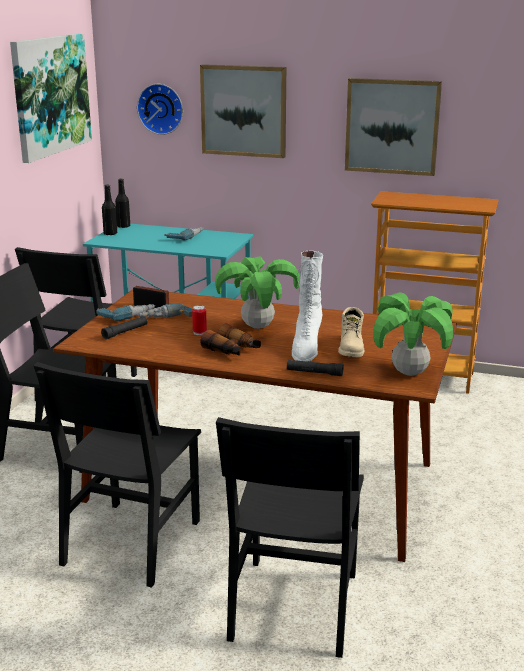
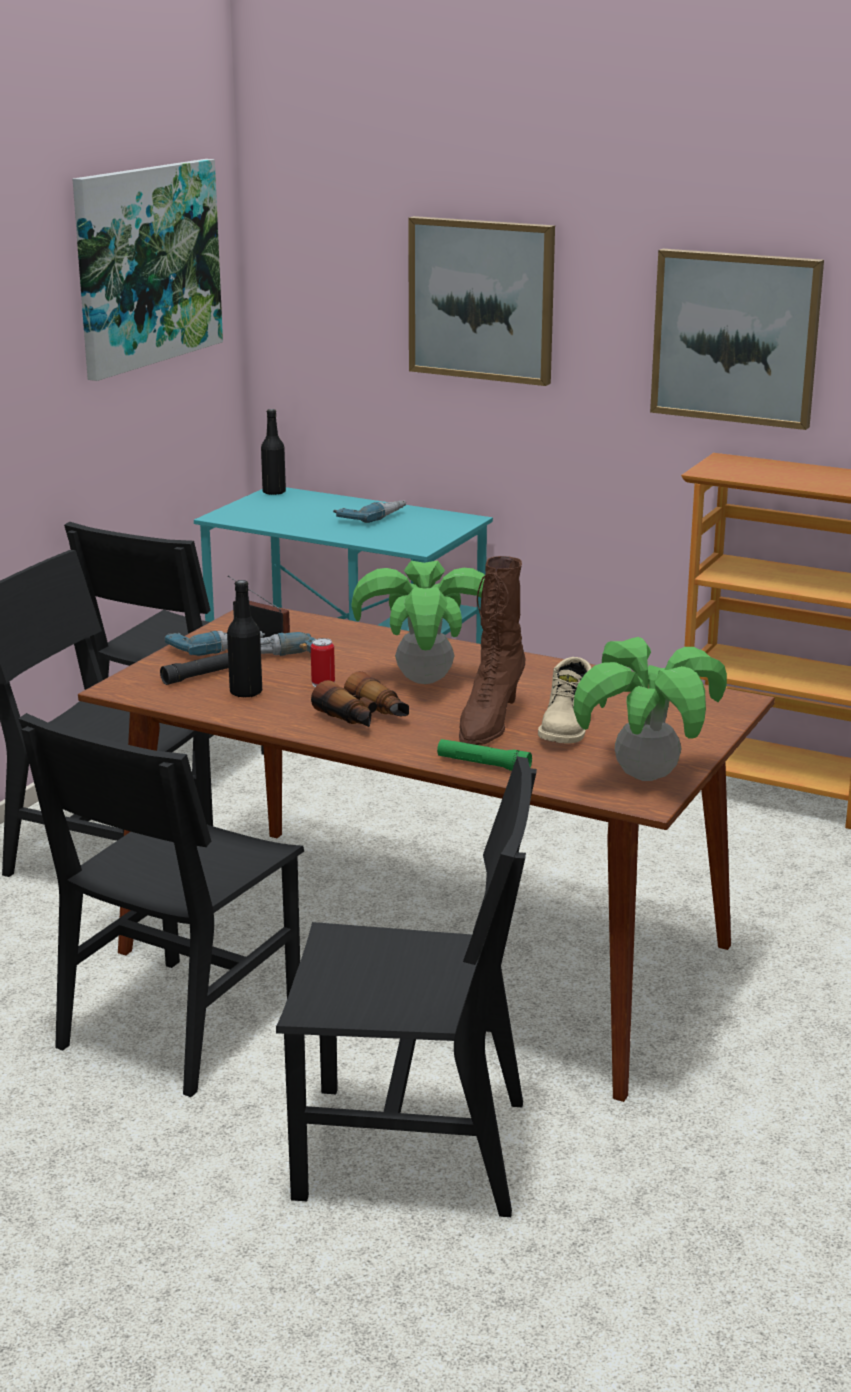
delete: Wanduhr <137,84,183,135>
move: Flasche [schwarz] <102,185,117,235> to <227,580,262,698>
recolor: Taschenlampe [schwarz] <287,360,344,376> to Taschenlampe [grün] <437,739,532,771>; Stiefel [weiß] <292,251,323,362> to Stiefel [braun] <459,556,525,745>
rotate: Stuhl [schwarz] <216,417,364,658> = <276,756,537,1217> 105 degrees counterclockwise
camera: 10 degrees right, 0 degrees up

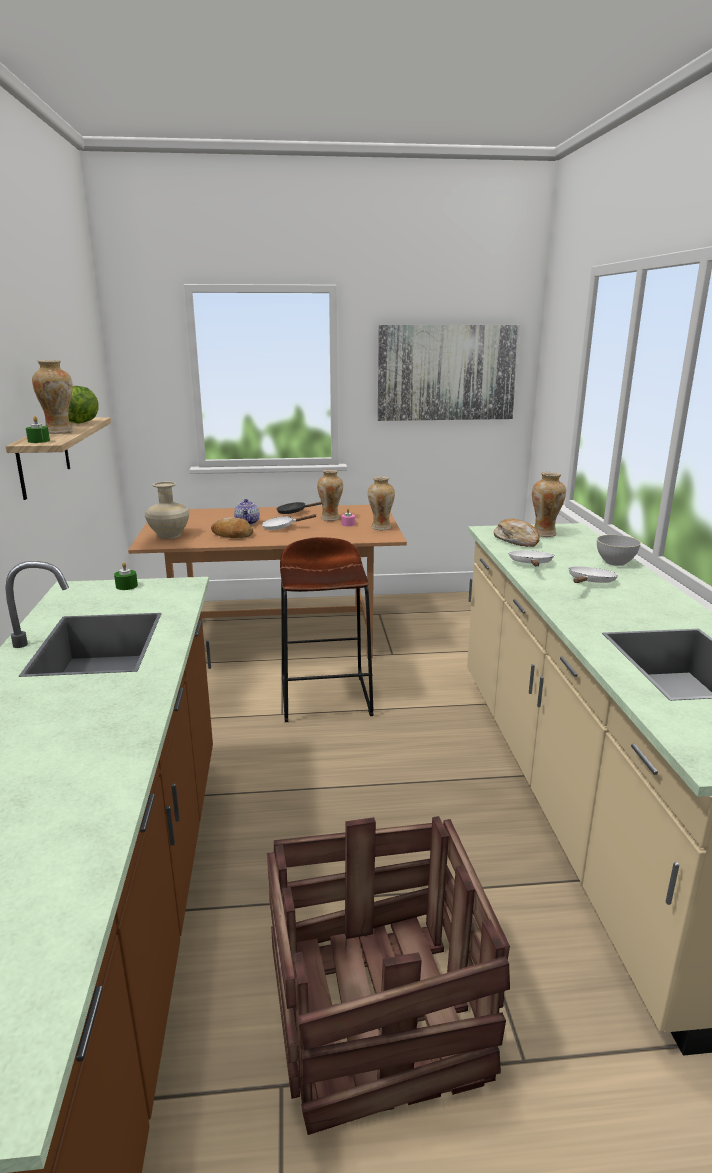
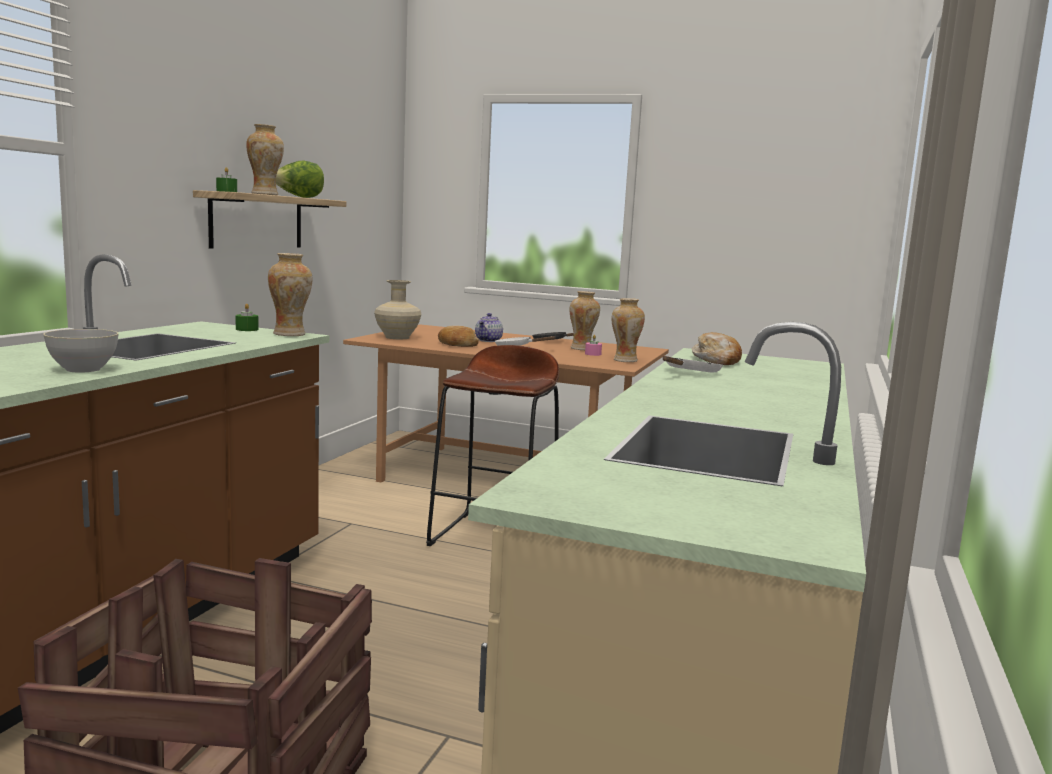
delete: Bild <378,325,520,421>; Pfanne [weiß] <569,566,618,583>
move: Vase <532,472,566,537> to <268,253,312,336>; Schüssel [grau] <597,535,641,566> to <43,329,119,373>
camera: 25 degrees right, 10 degrees down

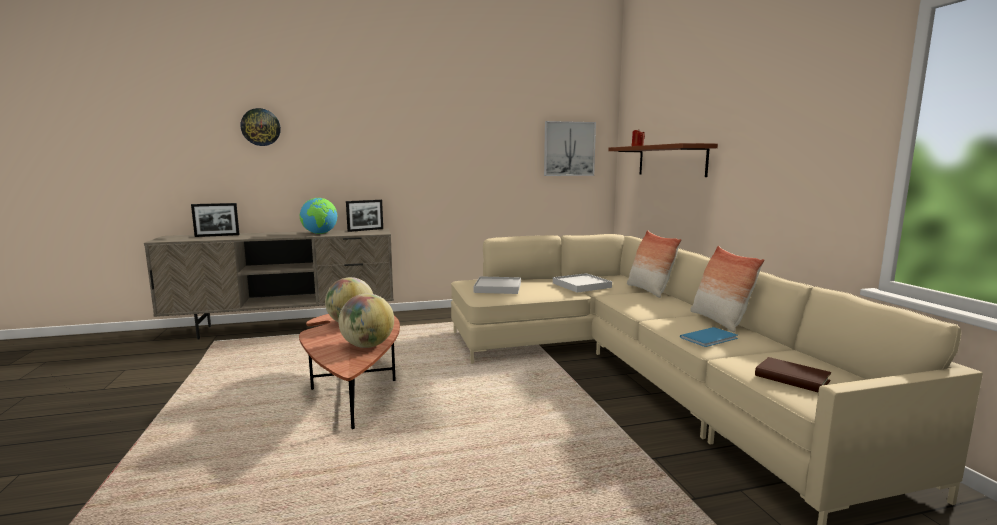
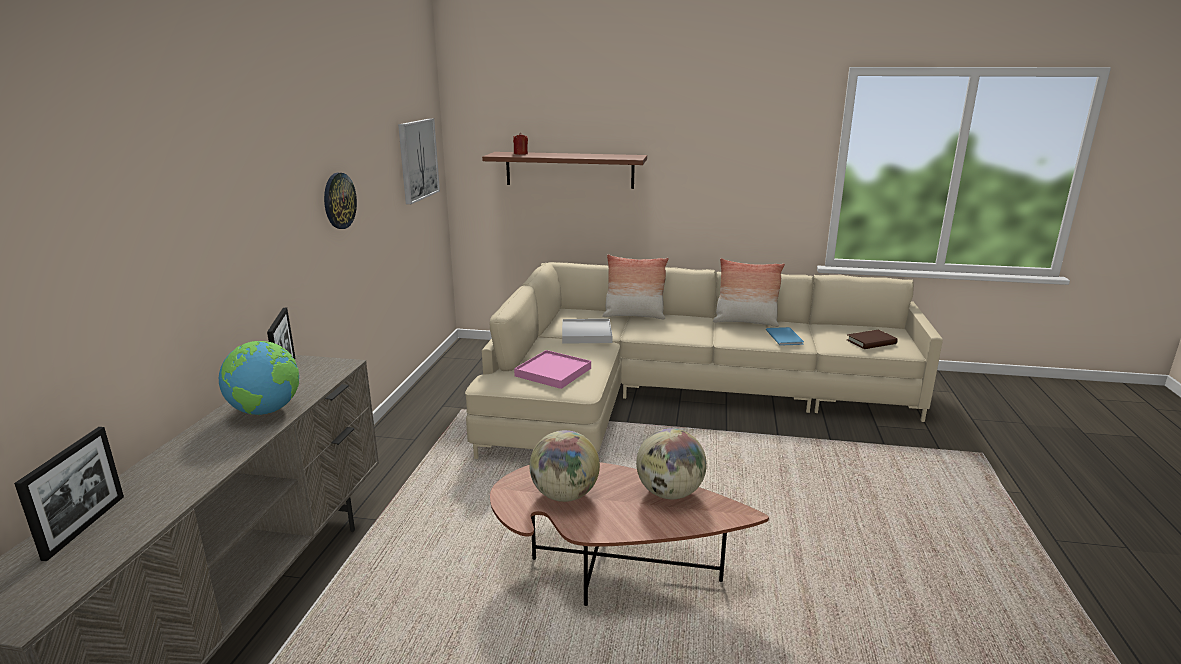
move: Wanduhr <241,108,281,146> to <324,173,357,229>
recolor: Tablett [weiß] <474,276,521,294> to Tablett [rosa] <514,350,591,389>
camera: 65 degrees left, 10 degrees up

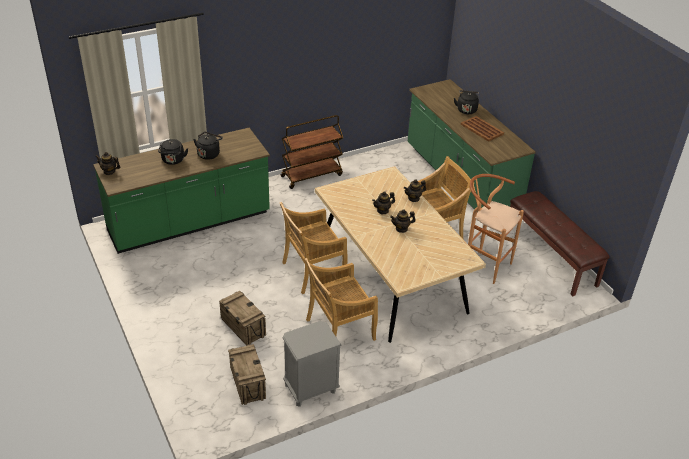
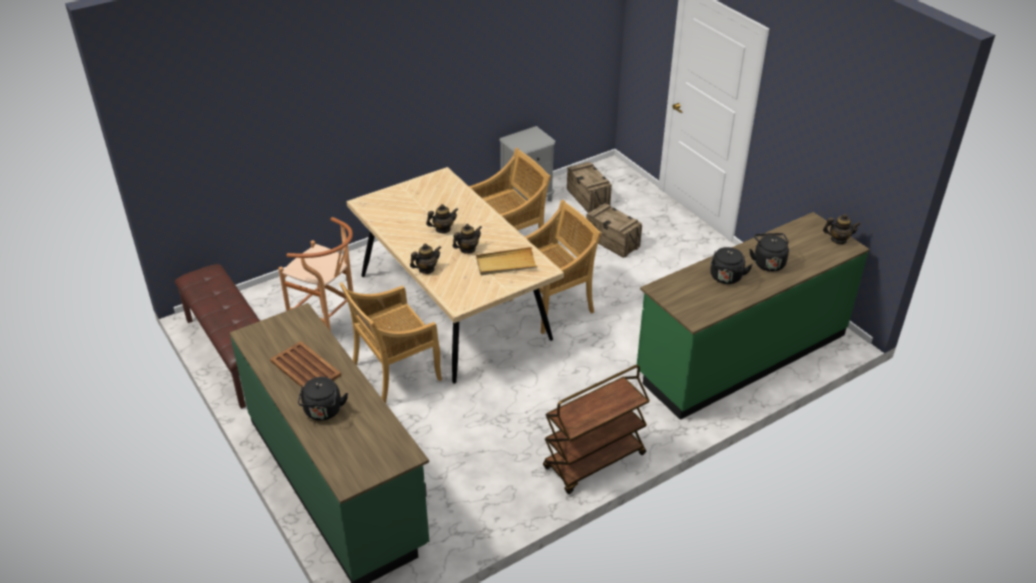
insert: Tablett [beige] <476,247,538,275>
camera: 175 degrees right, 0 degrees up

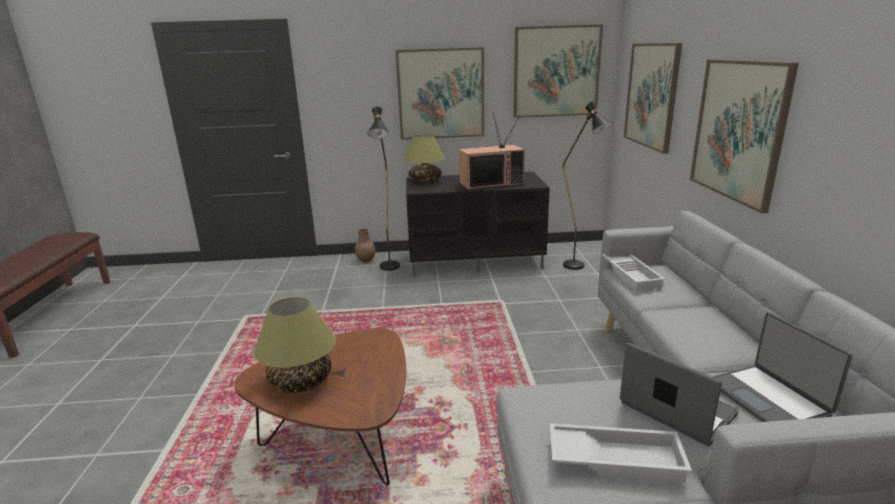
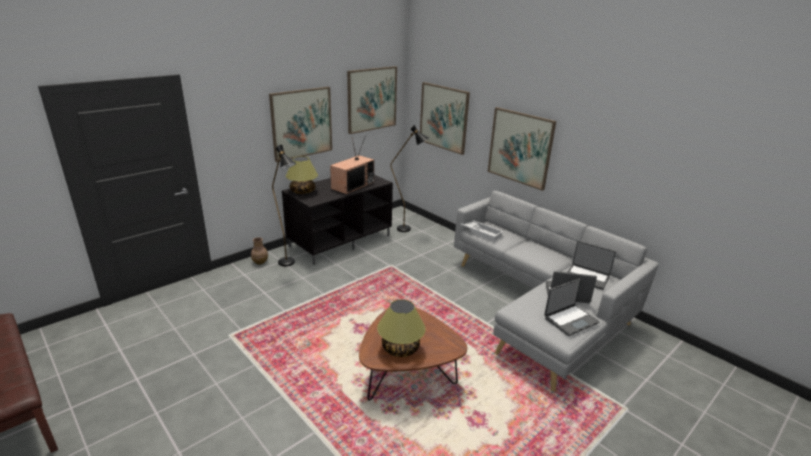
replace: Tablett [weiß] <550,423,692,483> to Laptop <544,278,600,336>
camera: 40 degrees left, 5 degrees up

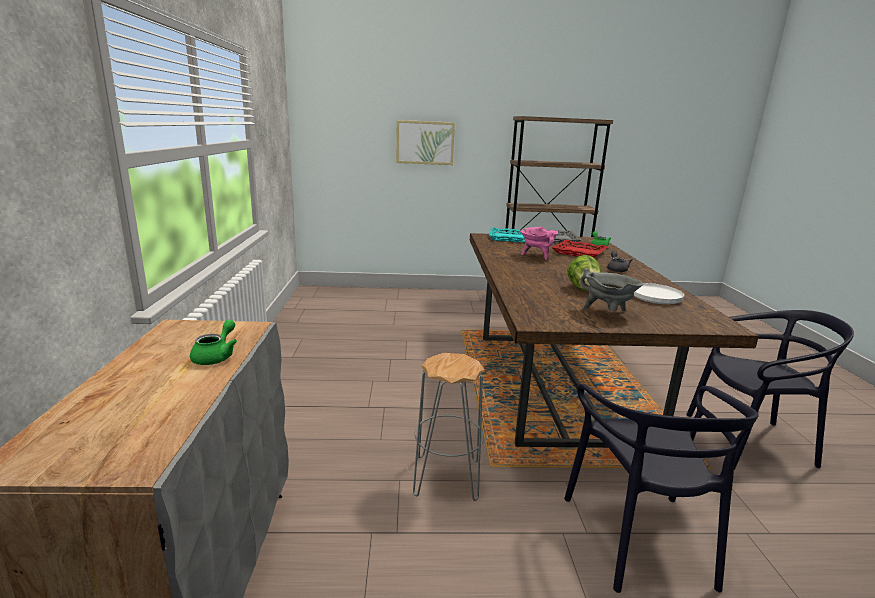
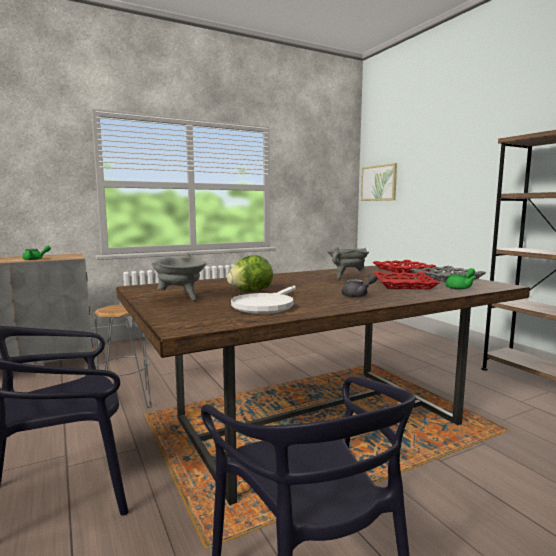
move: Bild <396,120,455,165> to <361,163,397,201>
recolor: Tablett [türkis] <489,227,525,243> to Tablett [rot] <373,260,436,273>; Kochtopf [rosa] <520,227,558,261> to Kochtopf [grau] <327,247,369,281>
camera: 65 degrees right, 10 degrees down

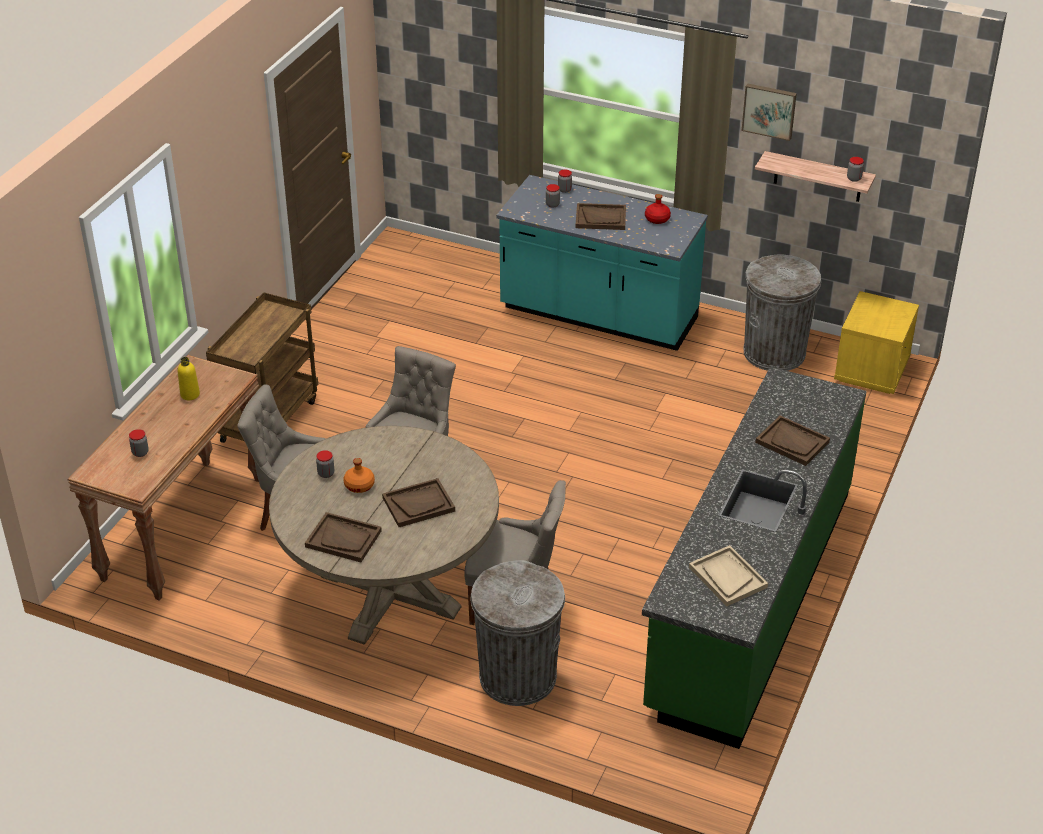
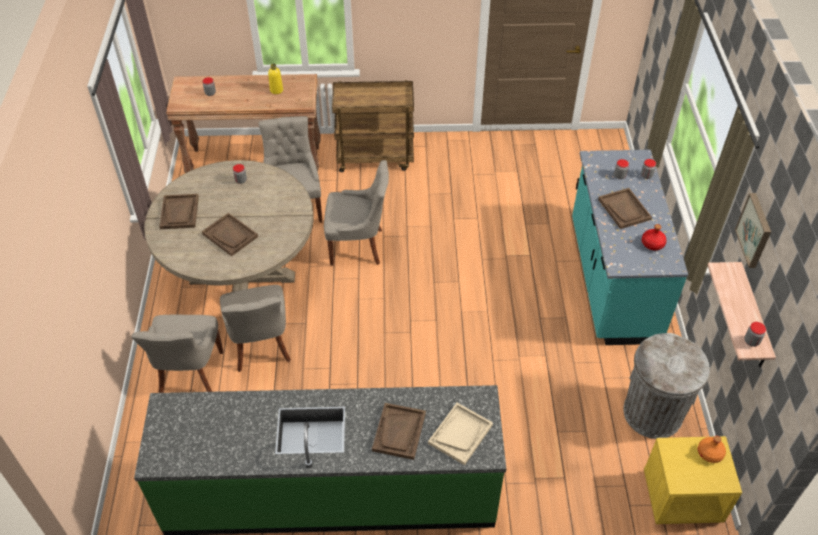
move: Flasche [orange] <343,458,375,493> to <698,436,726,463>; Tablett [beige] <689,545,768,606> to <428,403,493,465>
replace: Mülleimer [grau] <470,560,565,706> to Stuhl [grau] <131,315,224,393>
camera: 65 degrees right, 10 degrees up

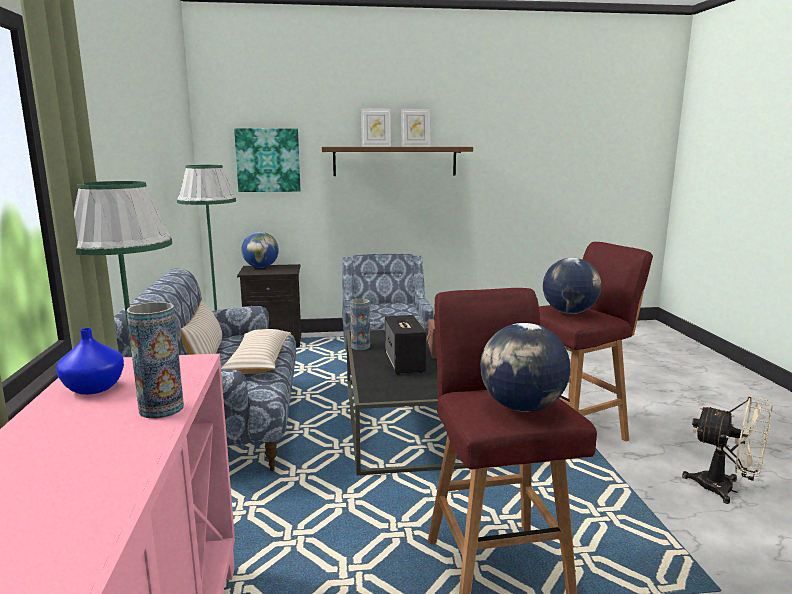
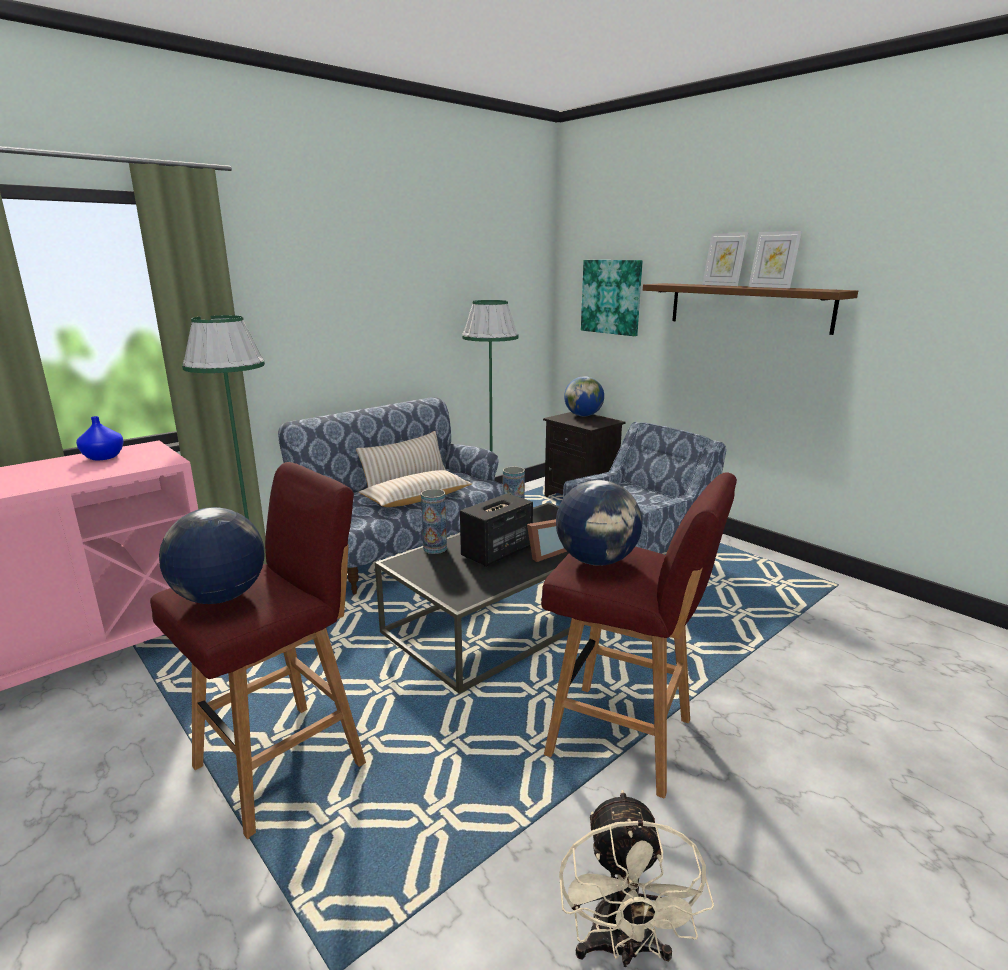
move: Vase <126,302,184,419> to <421,489,447,554>
camera: 55 degrees right, 5 degrees up

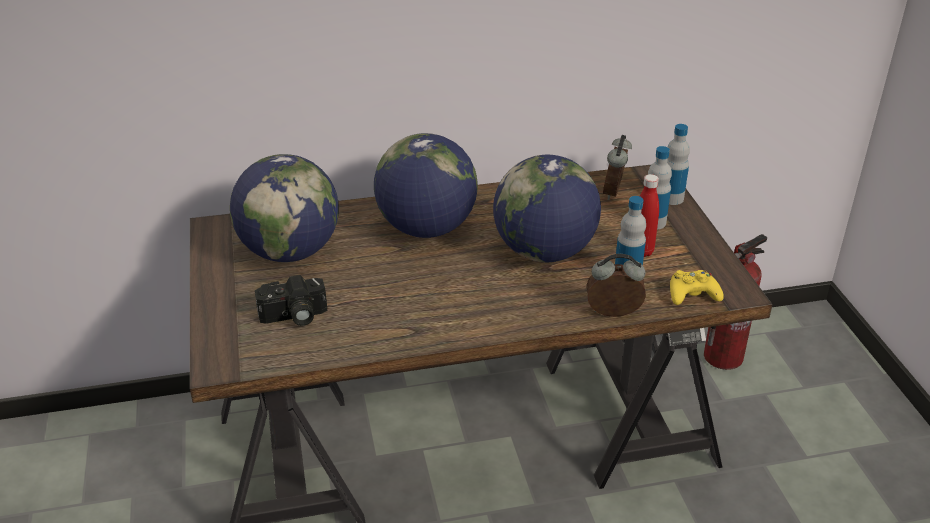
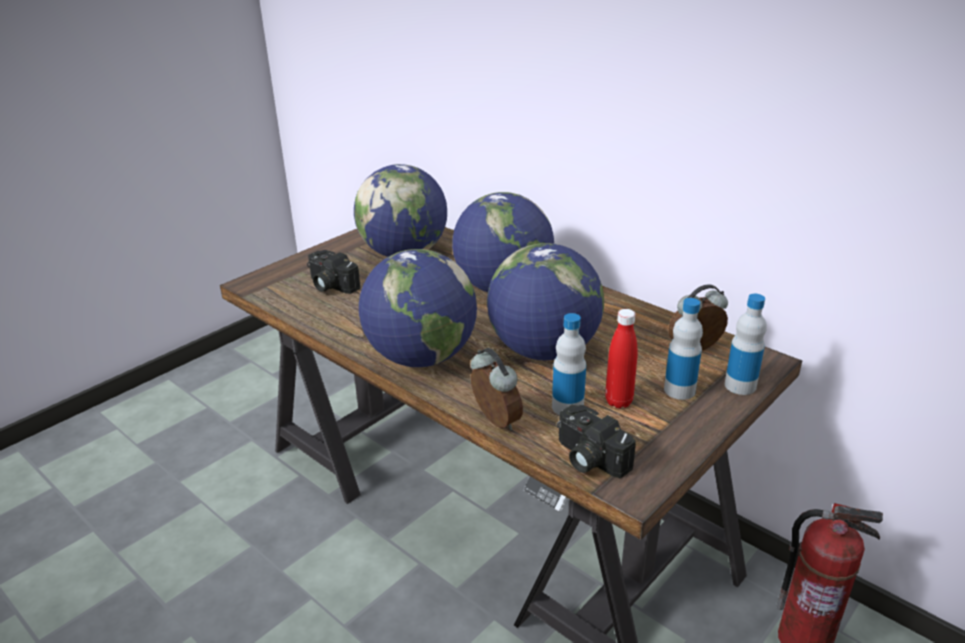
insert: Globus <359,249,477,367>
replace: Gamepad [gelb] <670,270,724,305> to Kamera <557,405,636,478>
camera: 55 degrees right, 5 degrees down

